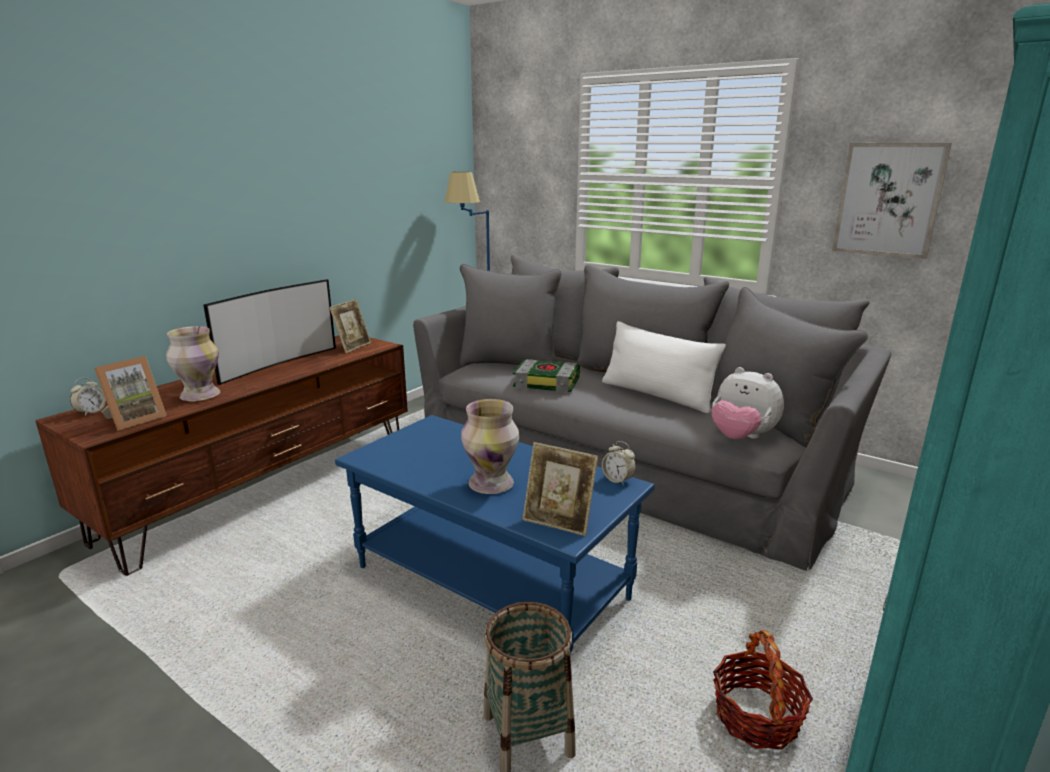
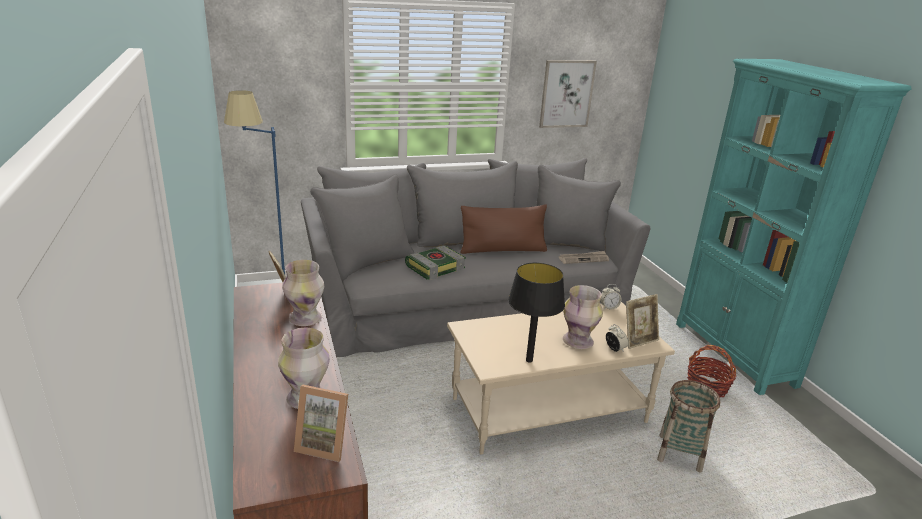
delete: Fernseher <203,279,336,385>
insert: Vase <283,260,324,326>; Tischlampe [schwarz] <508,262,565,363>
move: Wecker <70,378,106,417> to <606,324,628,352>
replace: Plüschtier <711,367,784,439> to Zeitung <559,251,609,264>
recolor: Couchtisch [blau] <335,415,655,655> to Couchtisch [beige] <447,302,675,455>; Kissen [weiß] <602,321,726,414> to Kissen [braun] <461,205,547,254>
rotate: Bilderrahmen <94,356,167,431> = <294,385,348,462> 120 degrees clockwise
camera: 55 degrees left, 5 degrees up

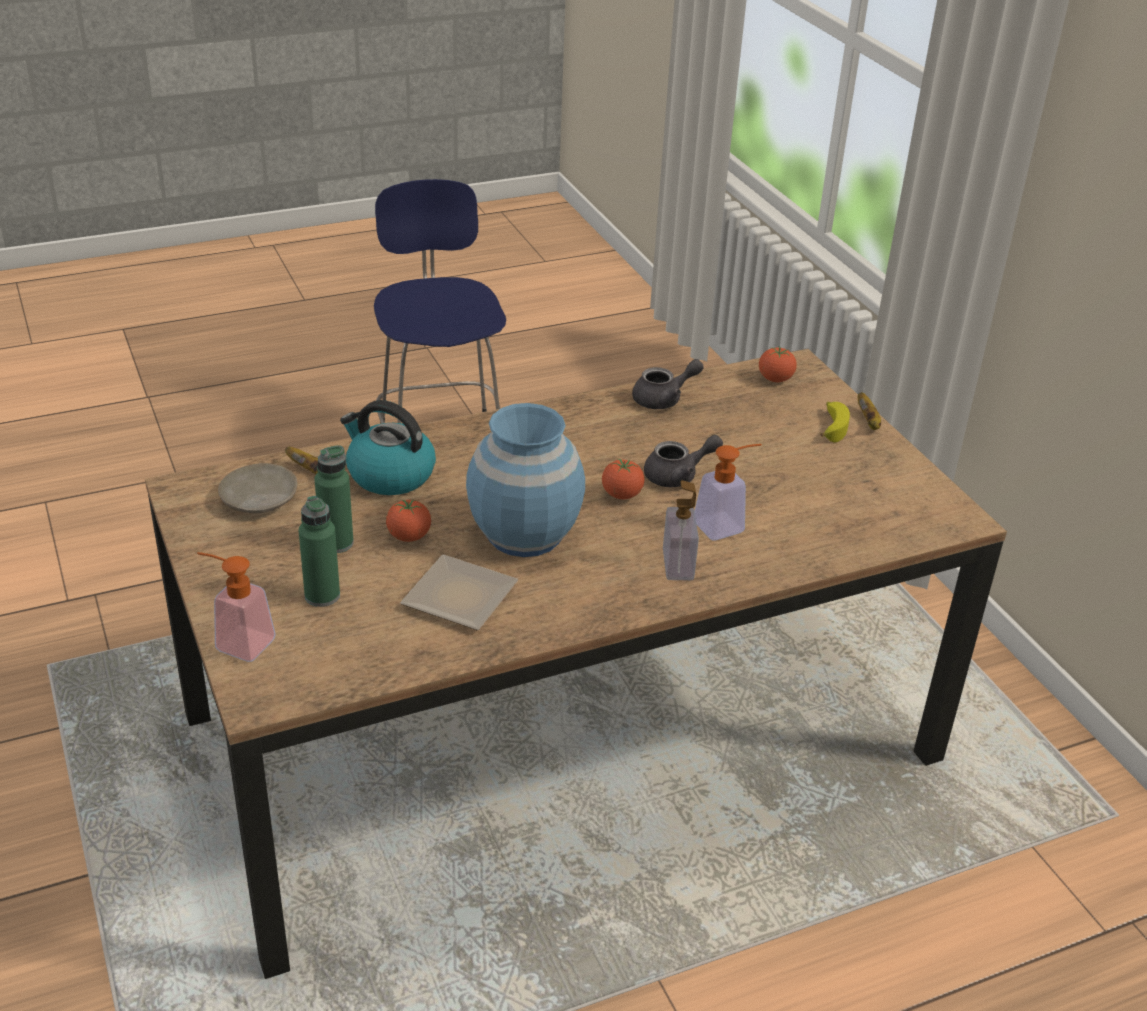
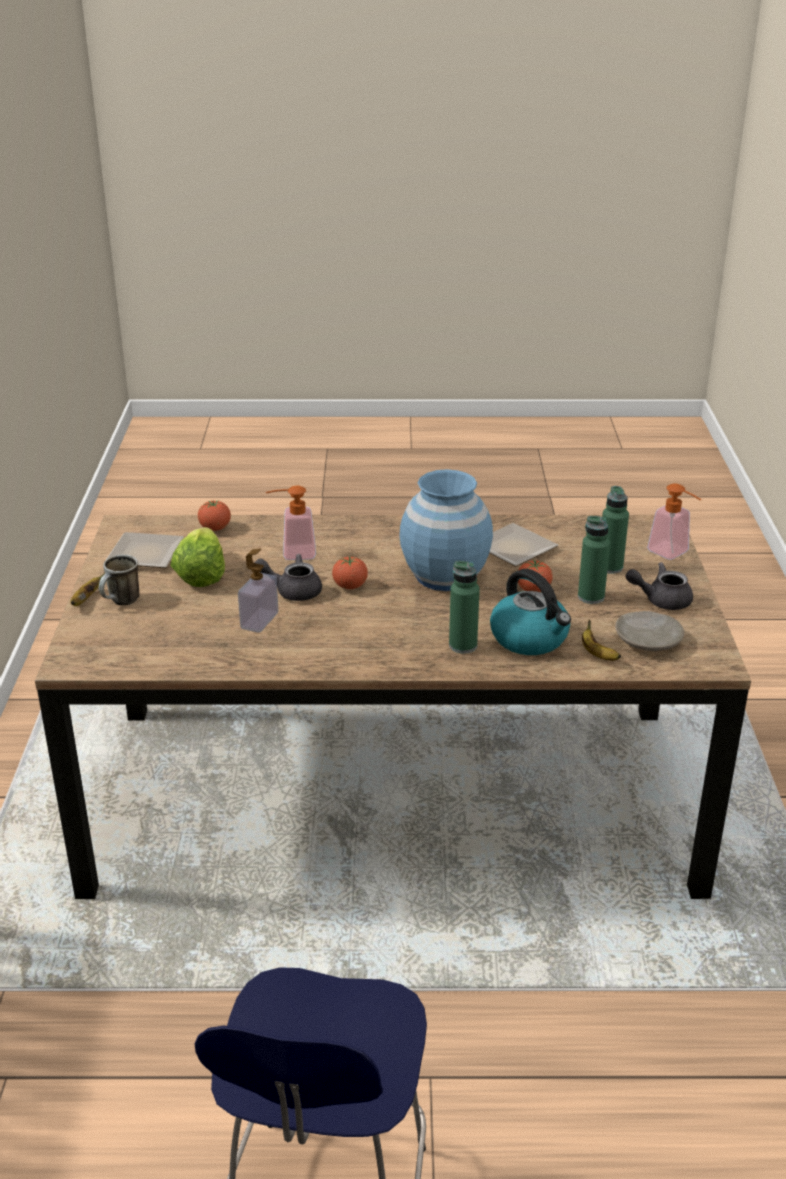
insert: Teller <107,532,184,568>; Salatkopf <170,527,225,587>; Flasche [grün] <449,561,480,653>
move: Teekanne [grau] <632,359,704,409> to <626,562,693,610>; Seifenspender <663,480,699,580> to <238,549,278,633>; Tomate <759,347,797,382> to <198,501,231,531>
replace: Banane <820,402,850,443> to Henkelbecher <99,555,139,605>
camera: 155 degrees left, 5 degrees down

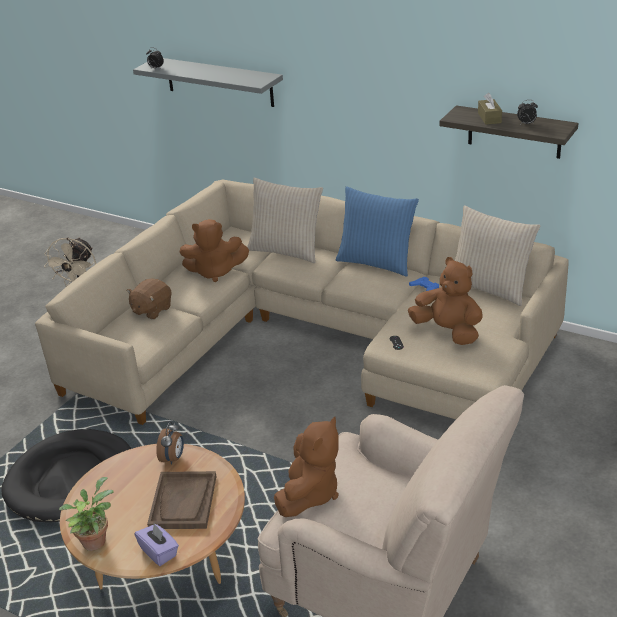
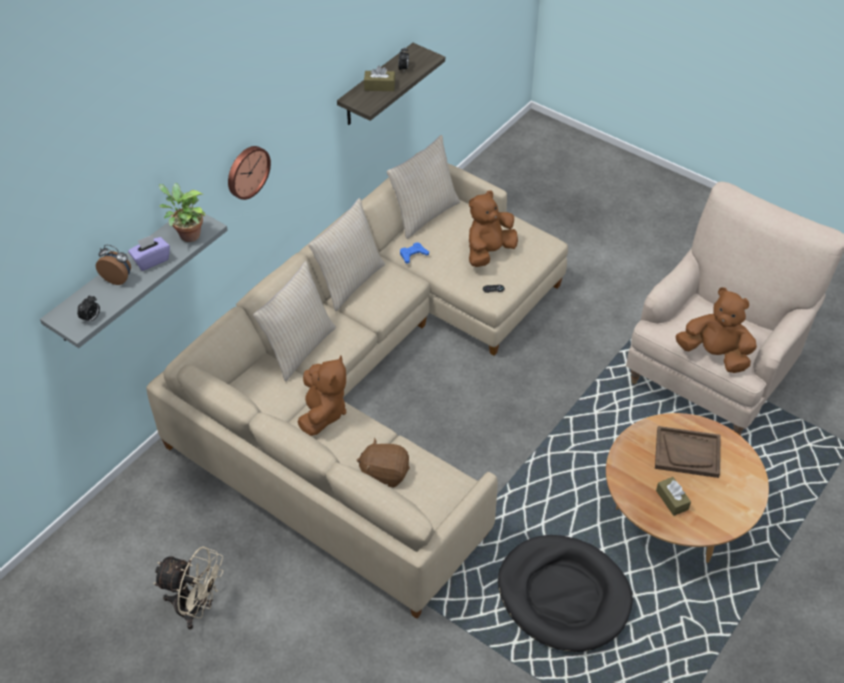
insert: Wanduhr <228,146,271,200>; Taschentuchbox [braun] <656,477,691,516>
move: Topfpflanze <59,477,114,551> to <159,183,205,242>; Taschentuchbox [lila] <134,523,179,566> to <128,235,170,271>; Wecker <156,422,184,465> to <96,244,131,285>
recolor: Kissen [blau] <336,187,419,277> to Kissen [beige] <308,198,385,311>
rotate: Plüschtier [braun] <127,279,172,320> = <357,438,410,487> 150 degrees clockwise
camera: 85 degrees left, 15 degrees up

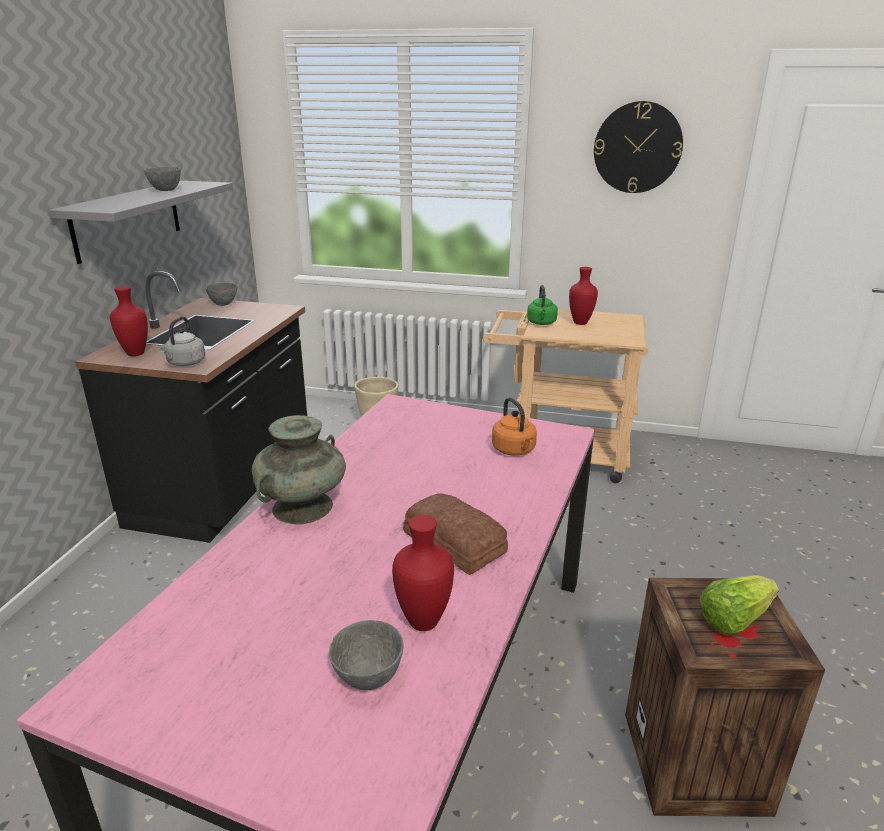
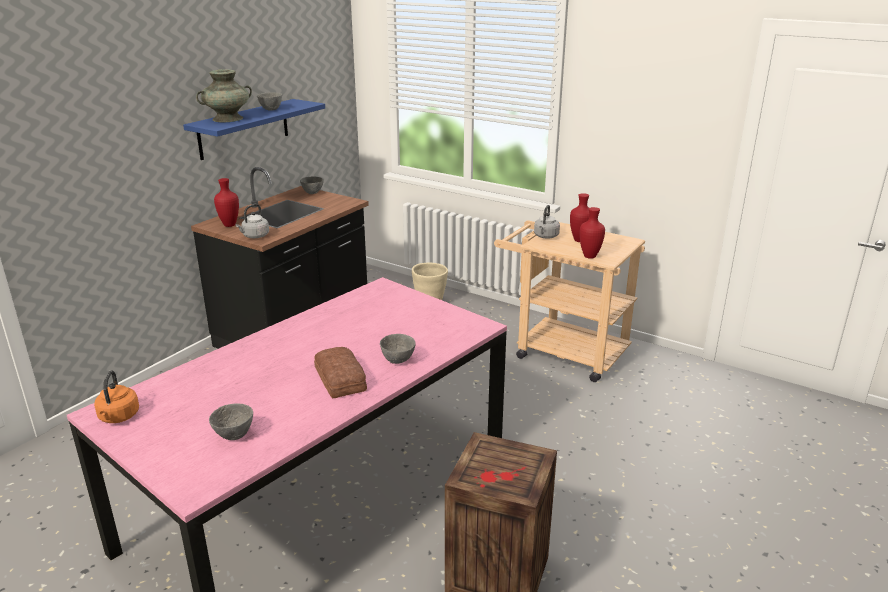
delete: Wanduhr <594,101,683,193>; Salatkopf <700,575,779,635>
insert: Schüssel [grau] <380,334,415,364>
move: Vase [türkis] <252,415,346,524> to <196,69,252,122>; Vase [rot] <392,515,454,631> to <579,207,605,259>; Wasserkessel [orange] <492,397,537,456> to <94,370,139,423>
recolor: Wandregal [grau] <48,181,233,264> to Wandregal [blau] <183,99,325,160>; Wasserkessel [grün] <527,285,558,325> to Wasserkessel [grau] <534,205,560,239>
camera: 20 degrees right, 0 degrees up

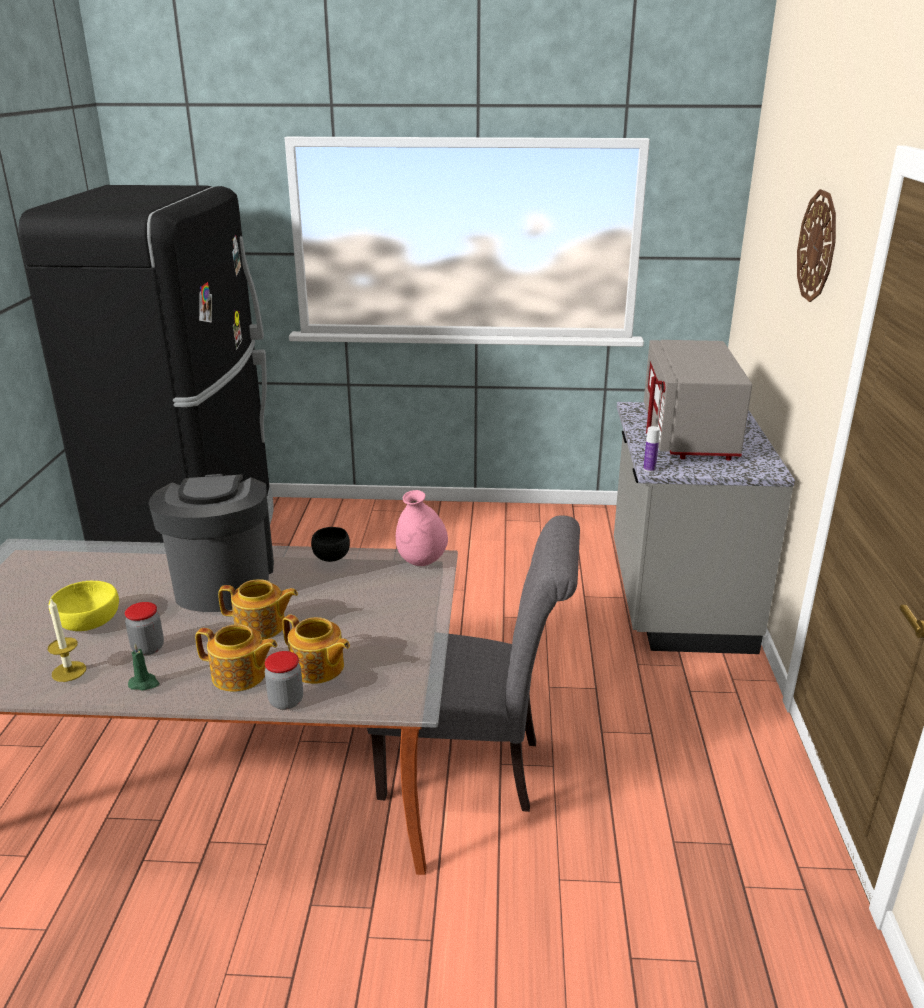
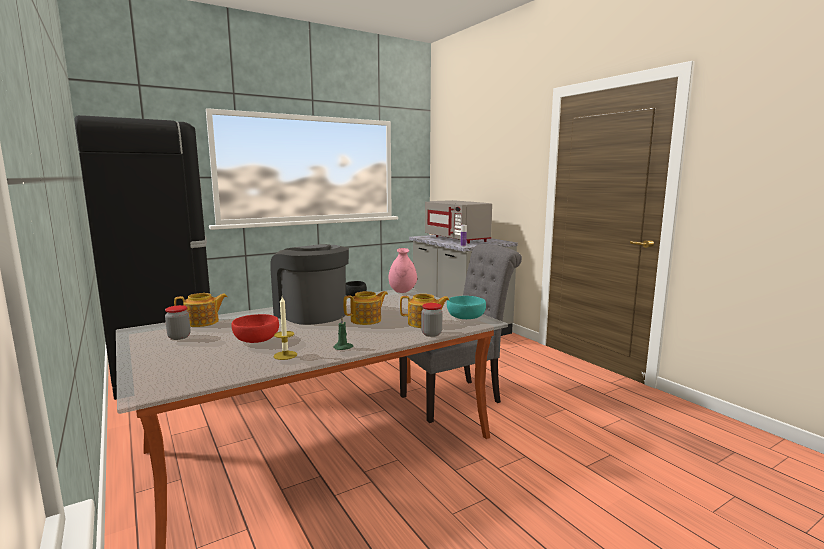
delete: Wanduhr <797,189,836,302>
insert: Schüssel [türkis] <447,296,486,319>
move: Vorratsglas <125,602,164,656> to <165,305,191,340>; Teekanne <195,624,277,692> to <174,293,228,327>
recolor: Schüssel [gelb] <49,581,119,631> to Schüssel [rot] <231,314,279,343>
camera: 35 degrees left, 15 degrees down

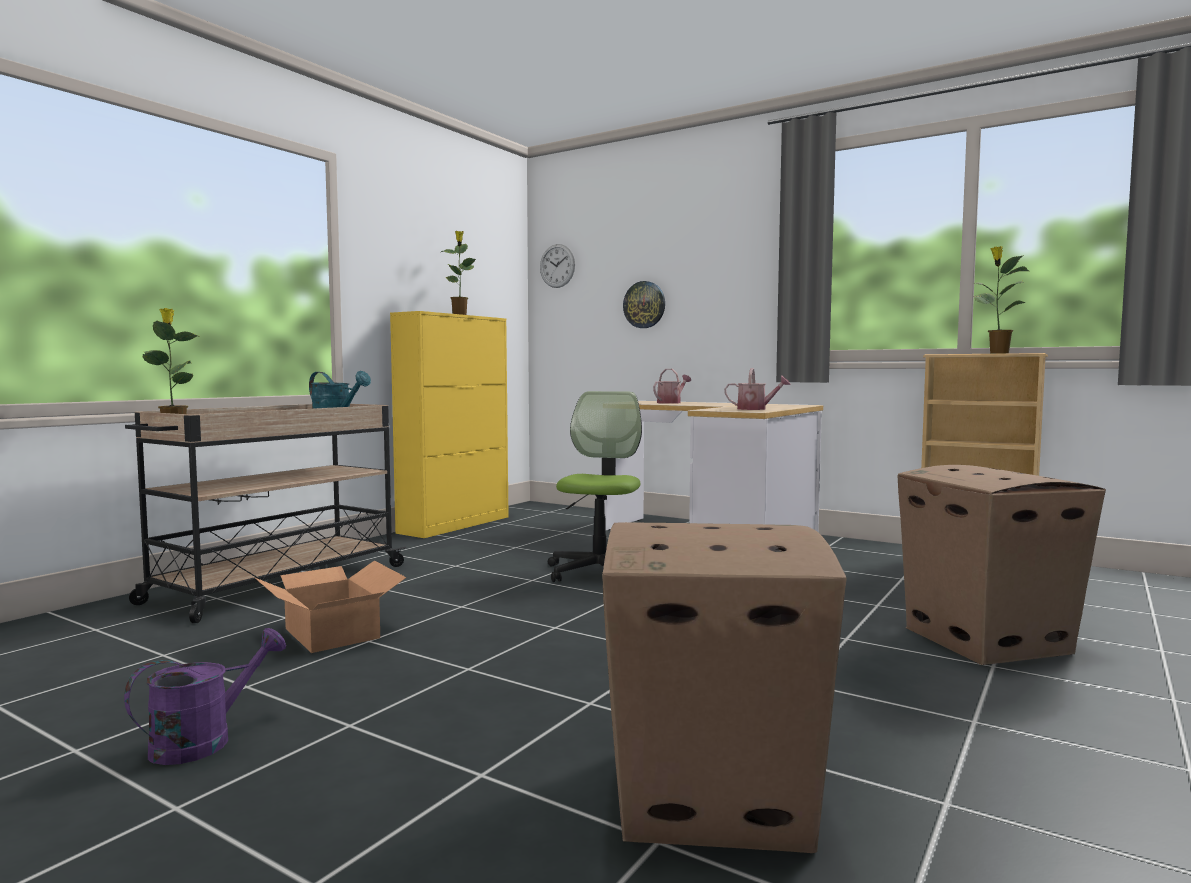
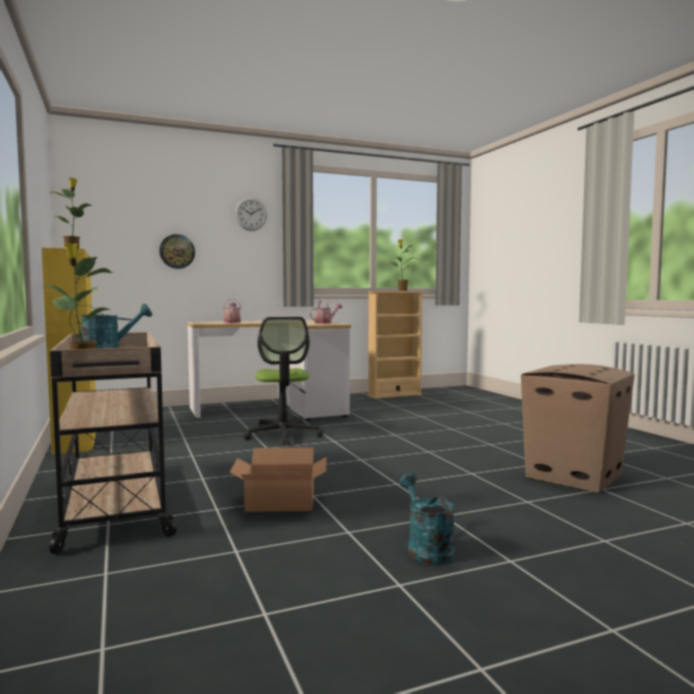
delete: Karton <898,465,1106,665>
move: Wanduhr <540,244,575,288> to <235,198,267,231>
recolor: Gießkanne [lila] <124,628,286,765> to Gießkanne [türkis] <399,473,455,565>
rotate: Bürostuhl <548,391,642,582> = <243,317,323,445> 150 degrees counterclockwise
camera: 55 degrees left, 0 degrees up

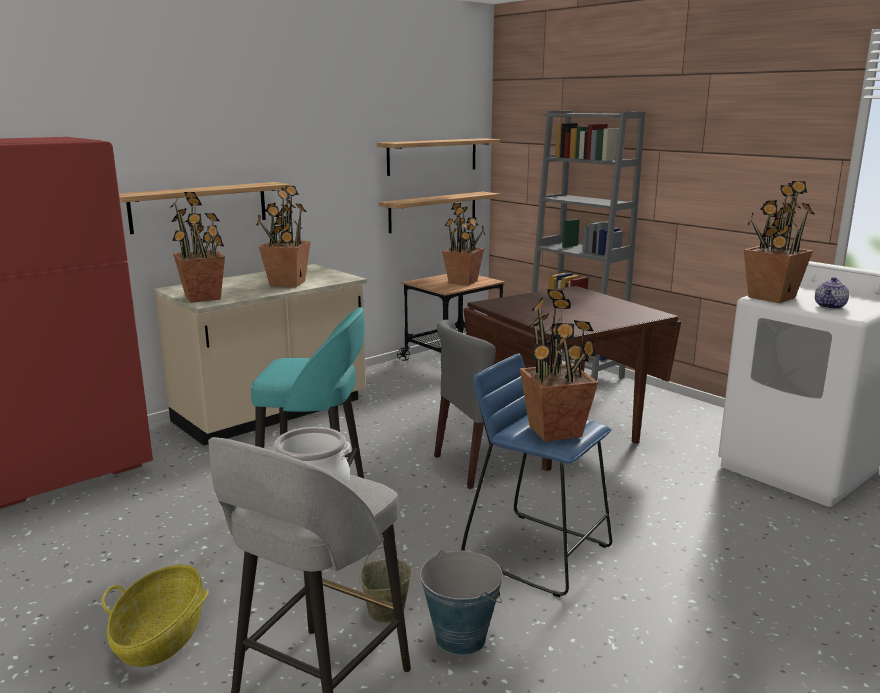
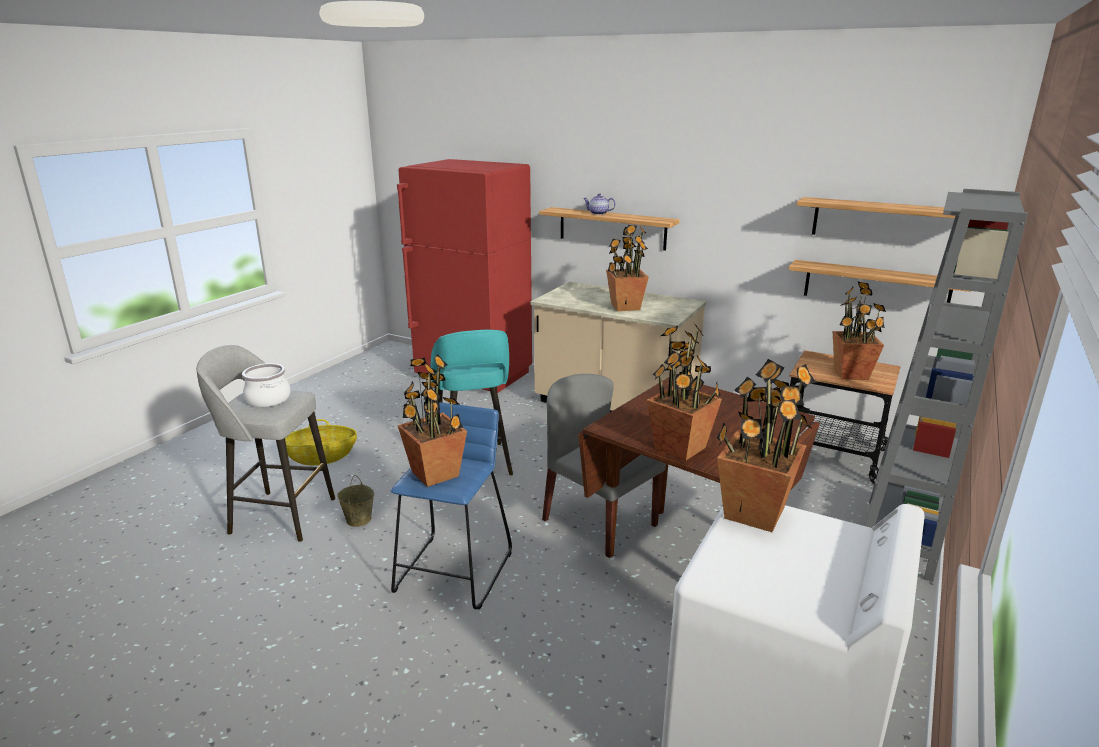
delete: Eimer <420,550,503,655>
move: Topfpflanze <171,192,225,303> to <647,325,722,461>; Teekanne <815,277,849,309> to <583,193,616,215>
camera: 70 degrees right, 5 degrees up

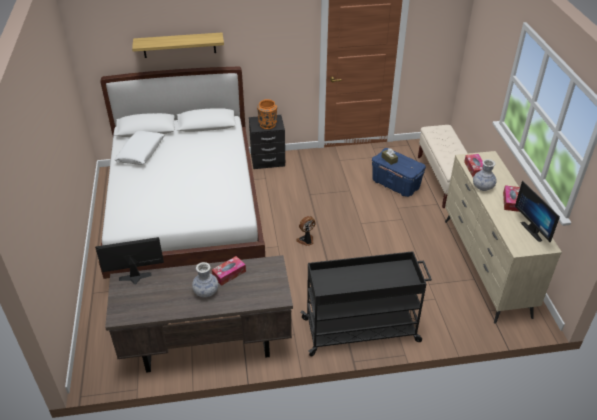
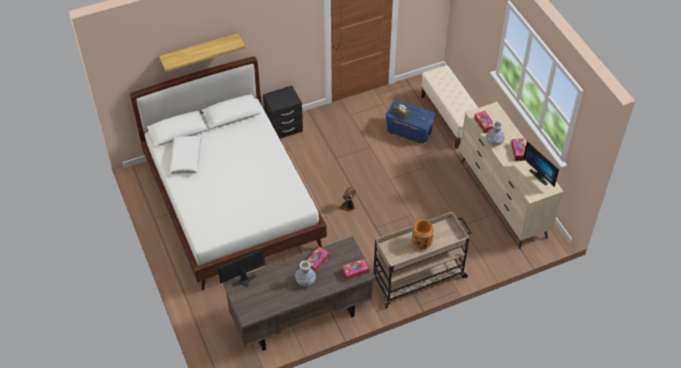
insert: Taschentuchbox <342,259,369,281>
move: Vase [orange] <257,99,277,129> to <412,220,434,250>
recolor: Rollwagen [schwarz] <300,251,432,357> to Rollwagen [beige] <374,212,472,309>
camera: 15 degrees left, 10 degrees up

